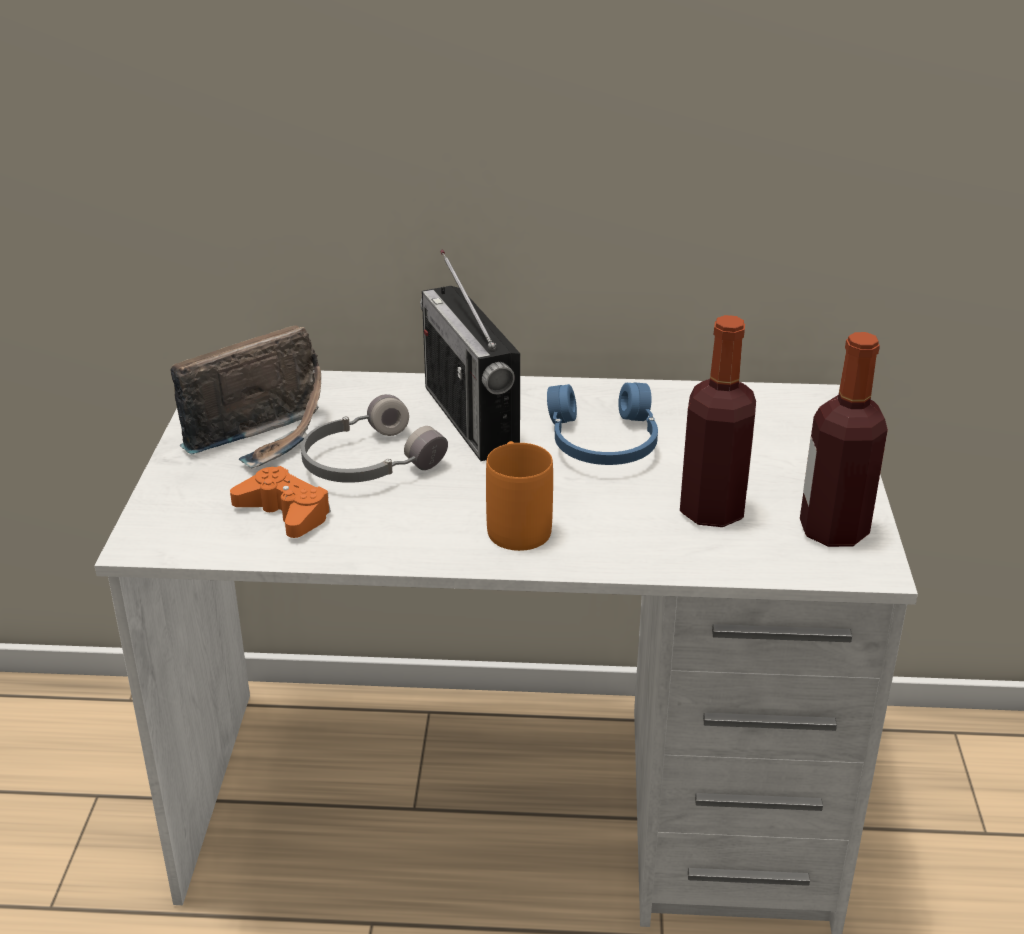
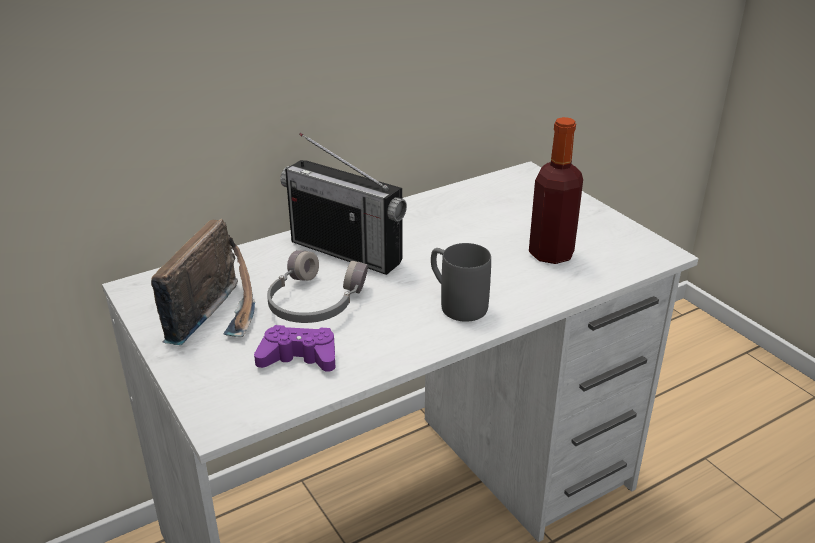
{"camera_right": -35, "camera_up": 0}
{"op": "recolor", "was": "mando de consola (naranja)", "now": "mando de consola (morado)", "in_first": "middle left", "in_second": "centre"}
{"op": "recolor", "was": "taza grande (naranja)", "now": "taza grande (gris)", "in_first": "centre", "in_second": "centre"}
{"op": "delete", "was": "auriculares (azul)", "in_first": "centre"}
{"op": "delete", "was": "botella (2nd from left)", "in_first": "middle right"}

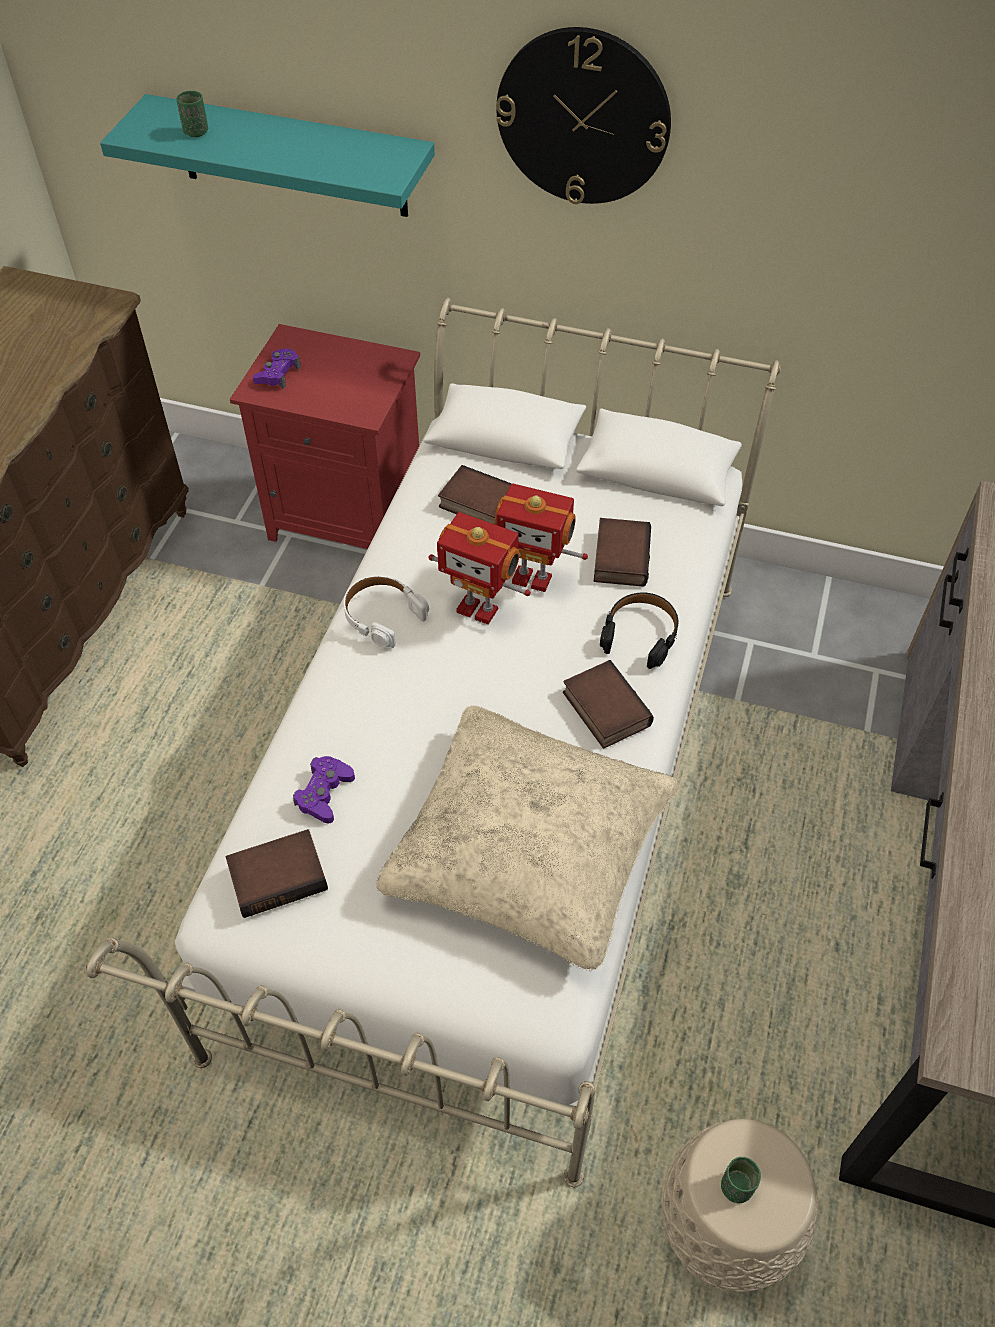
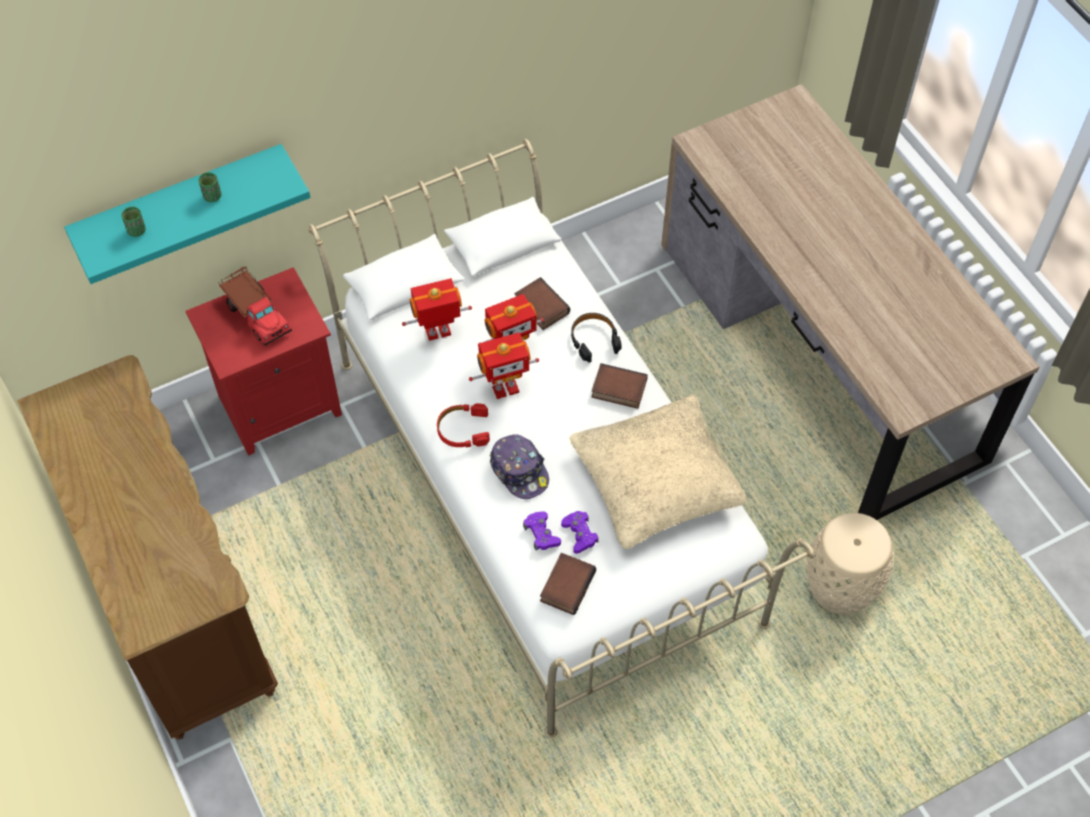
{"camera_right": -45, "camera_up": 5}
{"op": "move", "was": "taza (verde) (2nd from left)", "in_first": "bottom right", "in_second": "top left"}
{"op": "insert", "now": "camión de juguete", "in_second": "middle left"}
{"op": "replace", "was": "libro (2nd from left)", "now": "robot de juguete (1st from left)", "in_first": "centre", "in_second": "centre"}
{"op": "recolor", "was": "auriculares (blanco)", "now": "auriculares (rojo)", "in_first": "centre", "in_second": "centre"}
{"op": "insert", "now": "gorra", "in_second": "centre"}
{"op": "move", "was": "mando de consola (morado) (1st from left in the first image)", "now": "mando de consola (morado) (2nd from left)", "in_first": "top left", "in_second": "centre"}
{"op": "delete", "was": "reloj de pared", "in_first": "top centre"}

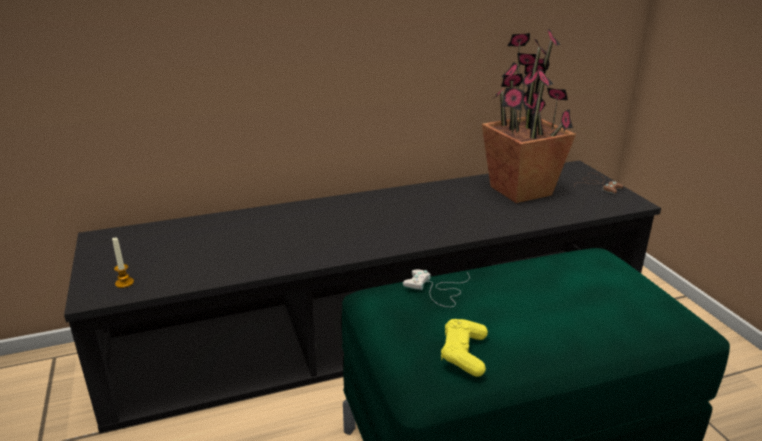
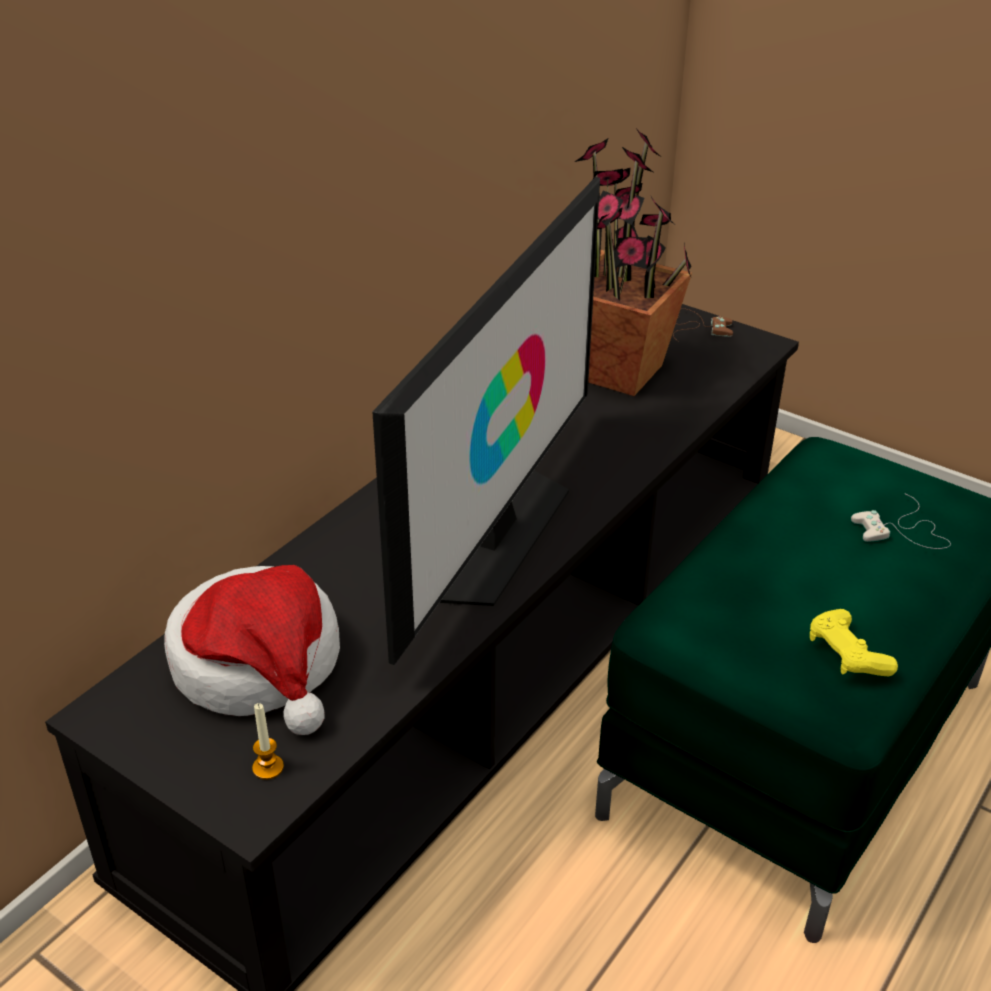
{"camera_right": -35, "camera_up": 10}
{"op": "insert", "now": "sombrero", "in_second": "middle left"}
{"op": "insert", "now": "televisor", "in_second": "centre"}
{"op": "move", "was": "mando de consola (blanco)", "in_first": "centre", "in_second": "middle right"}

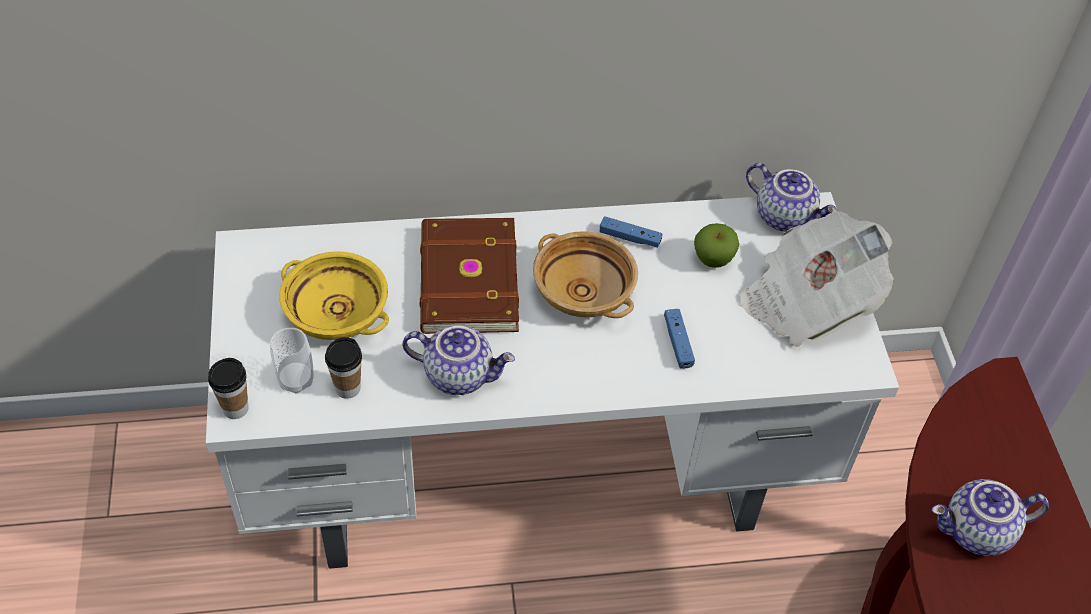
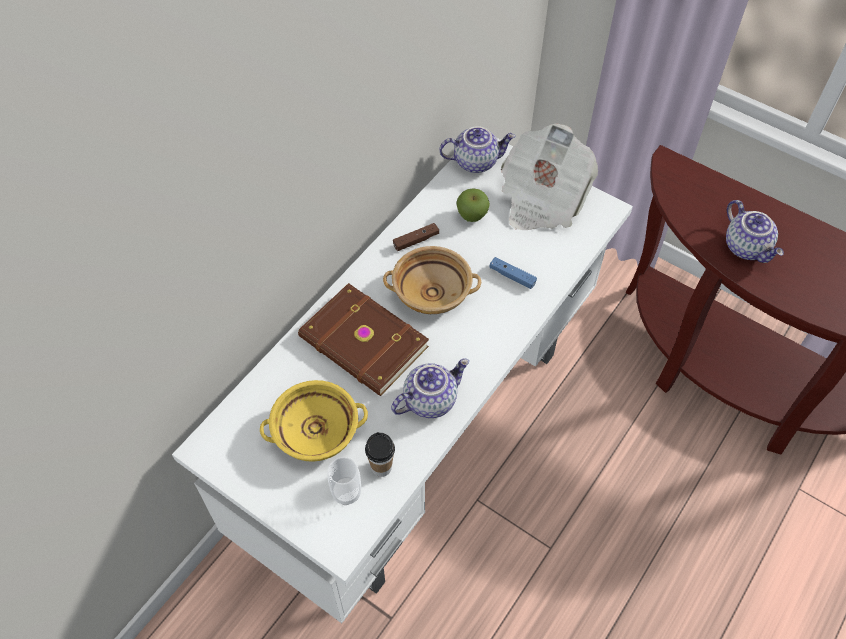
{"camera_right": -45, "camera_up": 5}
{"op": "recolor", "was": "mando de consola (azul) (1st from left)", "now": "mando de consola (marrón)", "in_first": "centre", "in_second": "centre"}
{"op": "rotate", "was": "tetera (3rd from left)", "in_first": "bottom right", "in_second": "middle right", "clockwise": -60}
{"op": "delete", "was": "taza (1st from left)", "in_first": "middle left"}

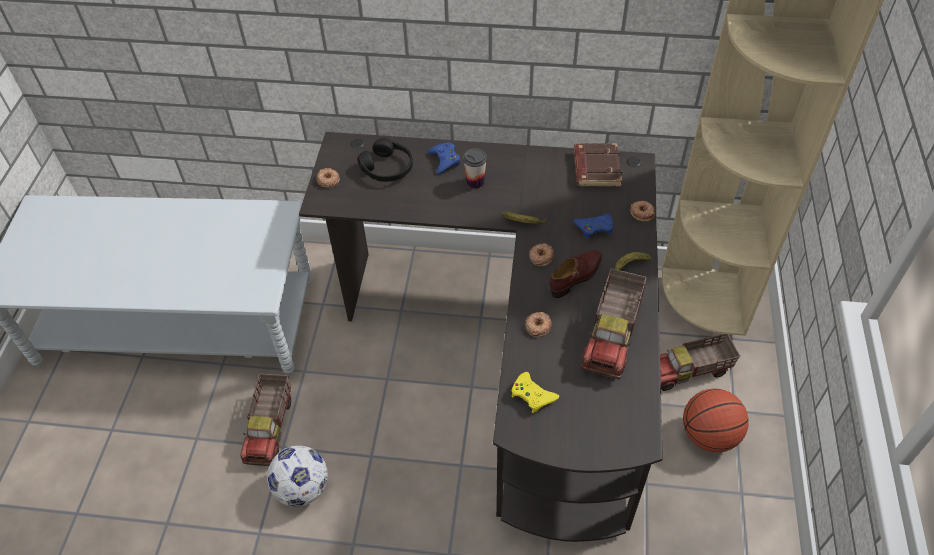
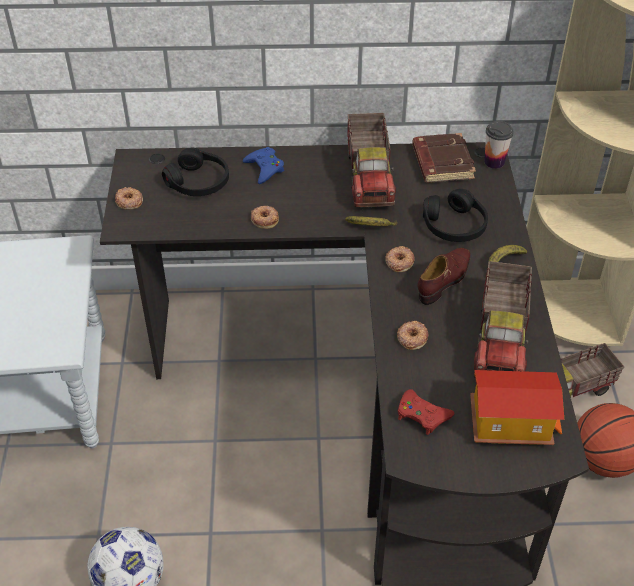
{"camera_right": -10, "camera_up": -5}
{"op": "move", "was": "rosquilla (4th from left in the first image)", "now": "rosquilla (2nd from left)", "in_first": "middle right", "in_second": "centre"}
{"op": "move", "was": "camión de juguete (1st from left)", "in_first": "bottom left", "in_second": "top centre"}
{"op": "recolor", "was": "mando de consola (amarillo)", "now": "mando de consola (rojo)", "in_first": "bottom centre", "in_second": "bottom right"}
{"op": "replace", "was": "mando de consola (azul) (2nd from left)", "now": "auriculares (negro) (2nd from left)", "in_first": "centre", "in_second": "middle right"}
{"op": "insert", "now": "casita", "in_second": "bottom right"}
{"op": "move", "was": "taza", "in_first": "top centre", "in_second": "top right"}

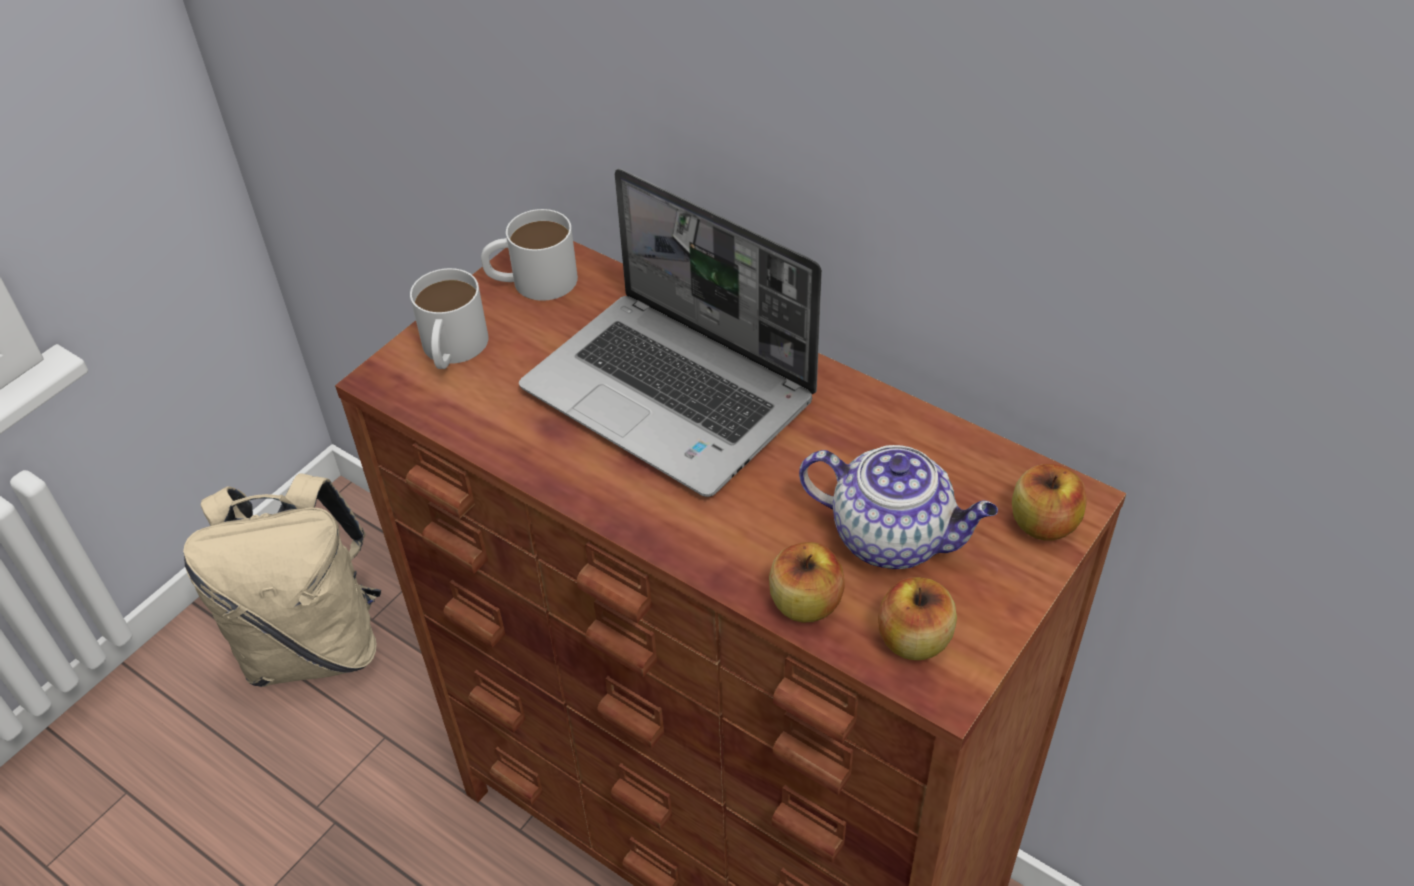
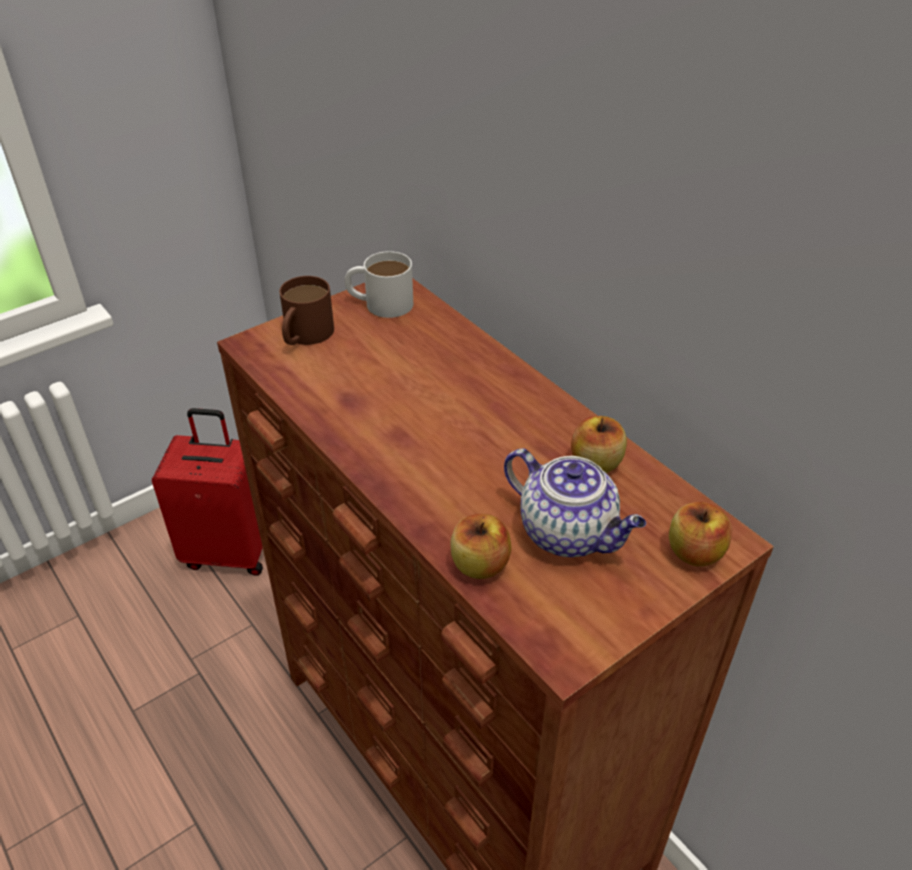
{"camera_right": 15, "camera_up": -5}
{"op": "replace", "was": "mochila (beis)", "now": "maleta (rojo)", "in_first": "middle left", "in_second": "middle left"}
{"op": "recolor", "was": "taza grande (blanco) (1st from left)", "now": "taza grande (marrón)", "in_first": "middle left", "in_second": "centre"}
{"op": "move", "was": "manzana (2nd from left)", "in_first": "bottom centre", "in_second": "centre"}
{"op": "delete", "was": "portátil", "in_first": "centre"}

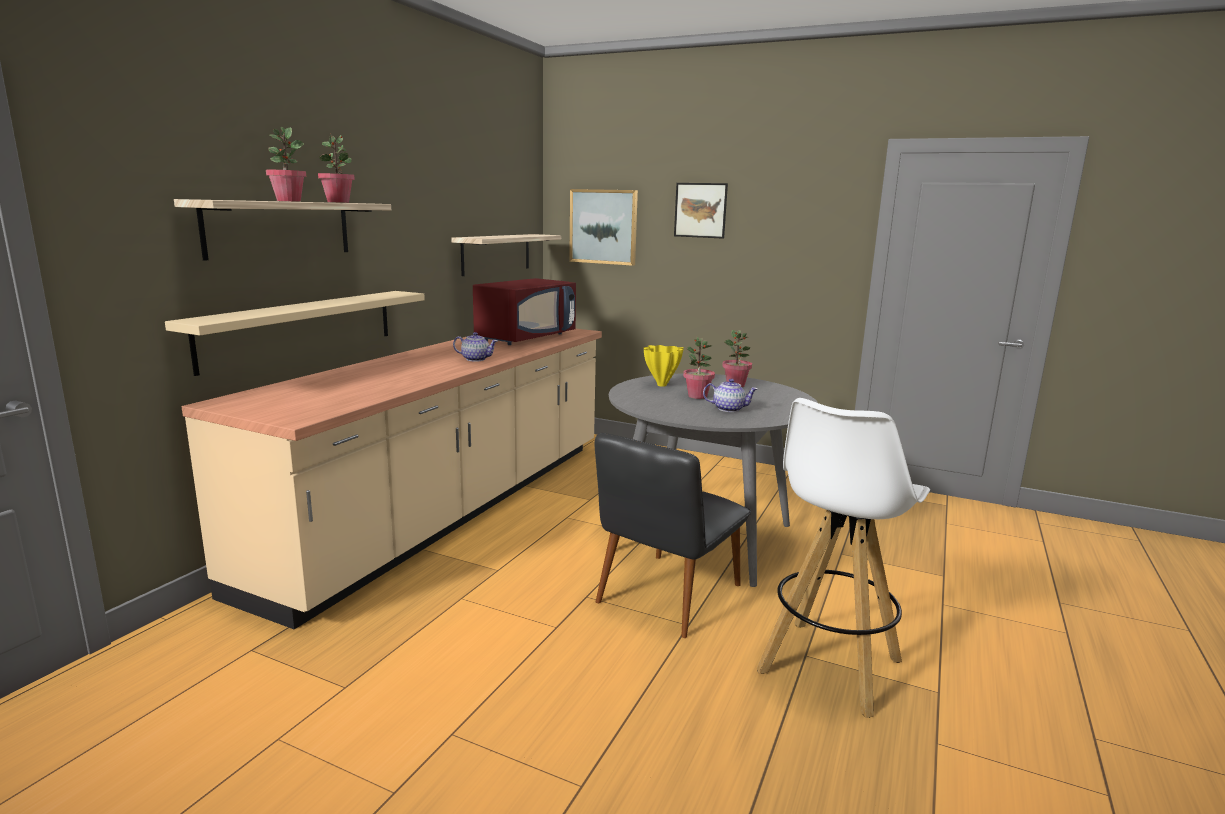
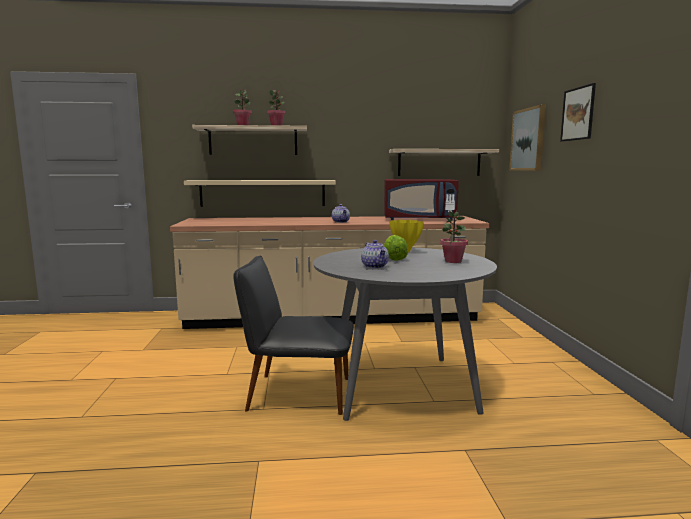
{"camera_right": 60, "camera_up": -5}
{"op": "replace", "was": "planta en maceta (3rd from left)", "now": "lechuga", "in_first": "centre", "in_second": "centre"}
{"op": "delete", "was": "taburete (blanco)", "in_first": "bottom right"}

